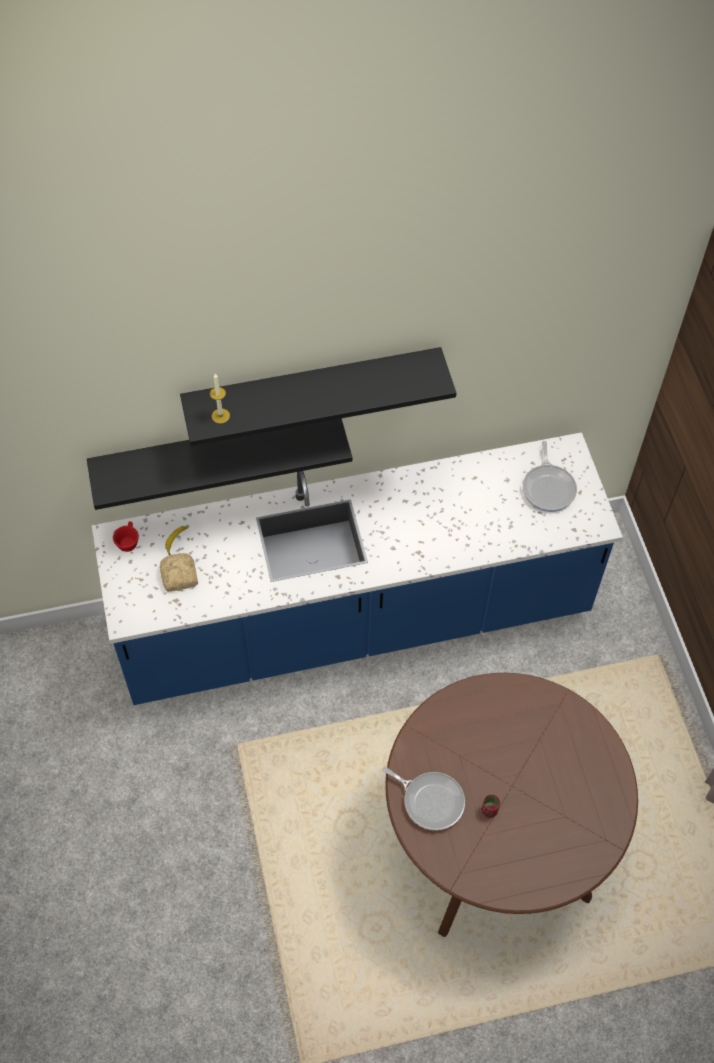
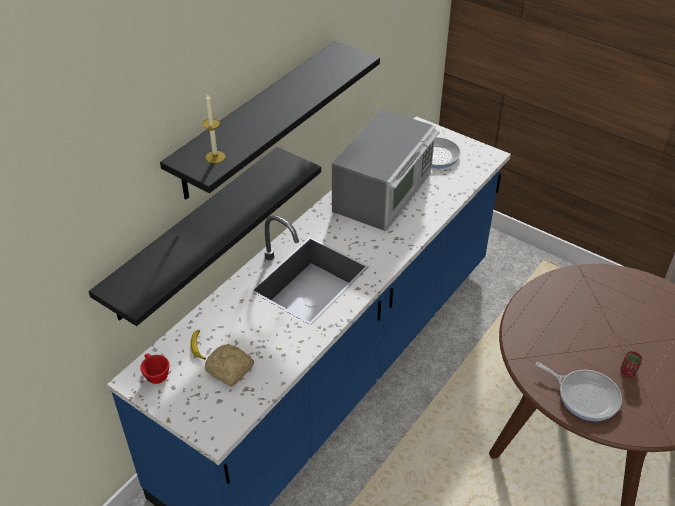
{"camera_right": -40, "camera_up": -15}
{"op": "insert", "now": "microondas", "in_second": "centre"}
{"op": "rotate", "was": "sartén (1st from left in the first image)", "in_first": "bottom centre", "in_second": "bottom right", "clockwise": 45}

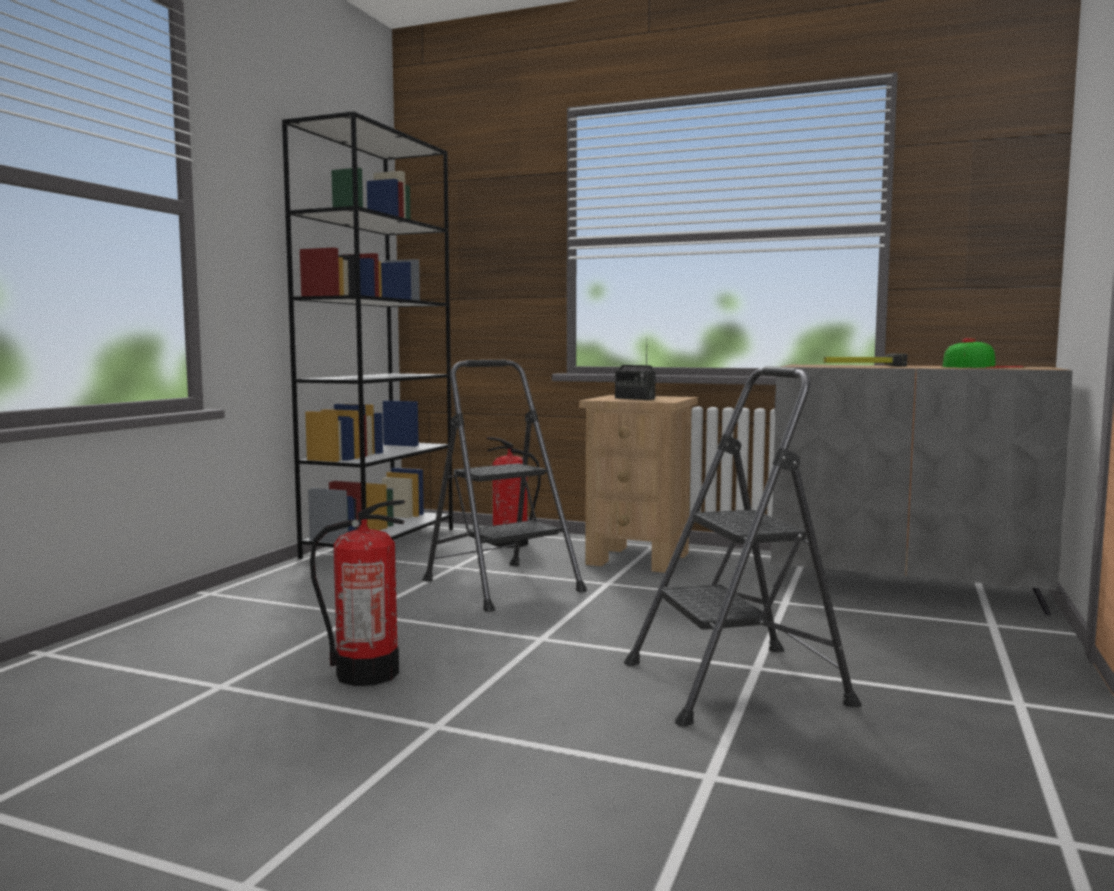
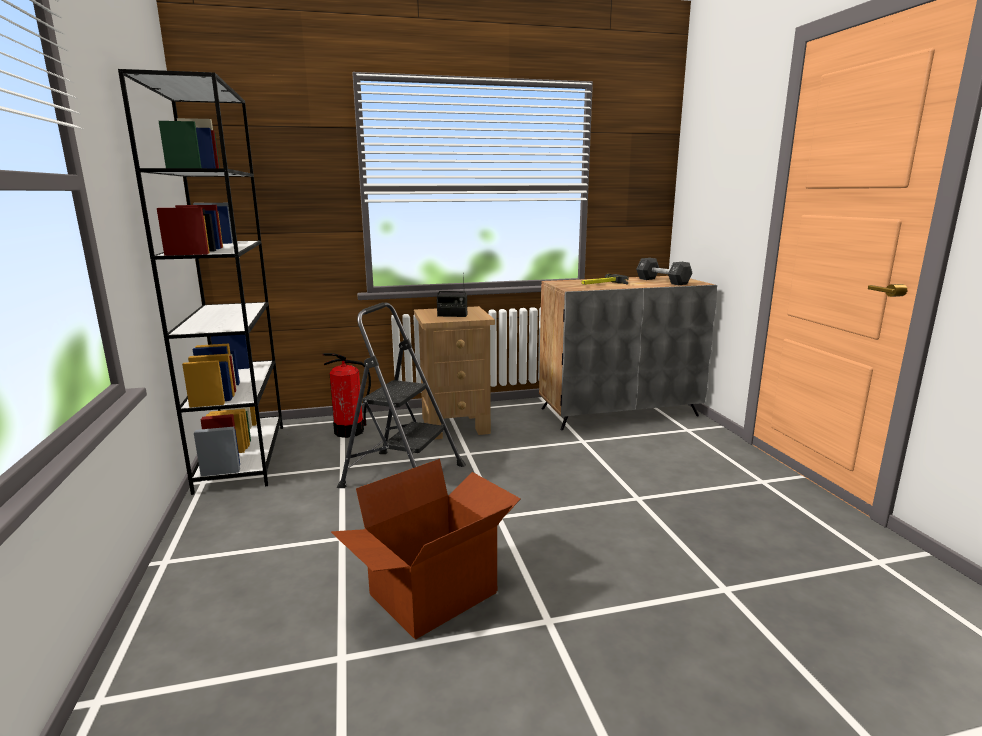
{"camera_right": -35, "camera_up": 10}
{"op": "replace", "was": "extintor (1st from left)", "now": "caja de cartón", "in_first": "middle left", "in_second": "bottom centre"}
{"op": "replace", "was": "gorra", "now": "mancuerna (negro)", "in_first": "middle right", "in_second": "middle right"}
{"op": "delete", "was": "escalera de tijera (negro) (2nd from left)", "in_first": "middle right"}

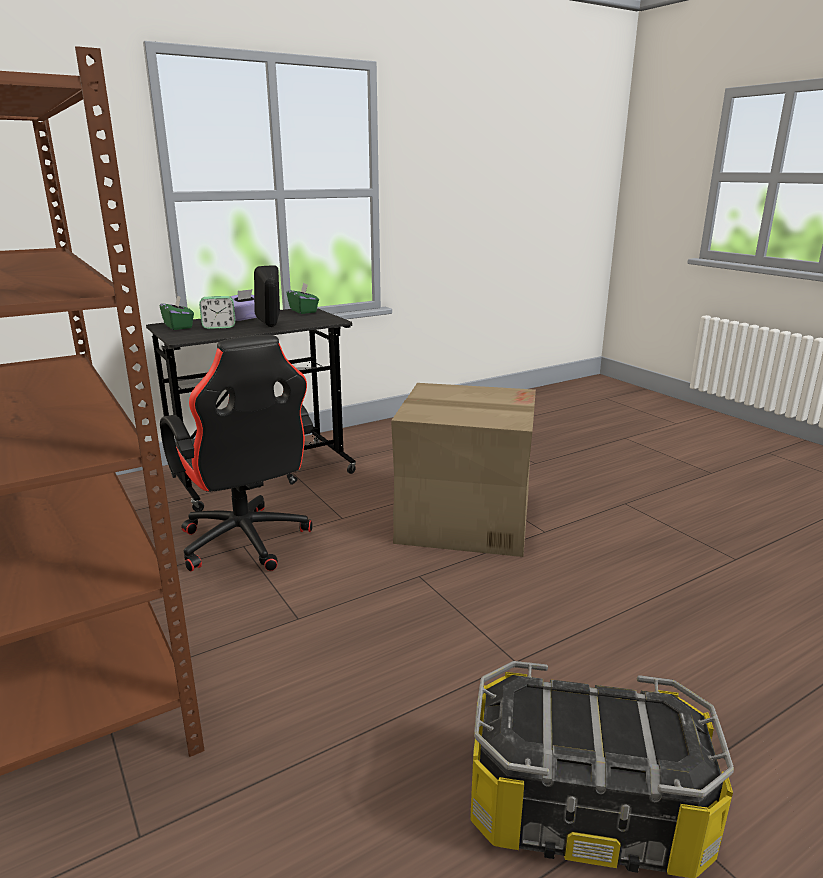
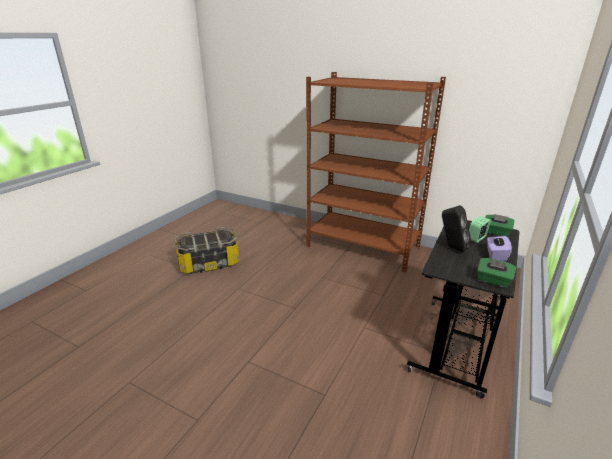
{"camera_right": 150, "camera_up": 5}
{"op": "delete", "was": "silla de oficina (negro)", "in_first": "middle left"}
{"op": "delete", "was": "caja de cartón", "in_first": "centre"}

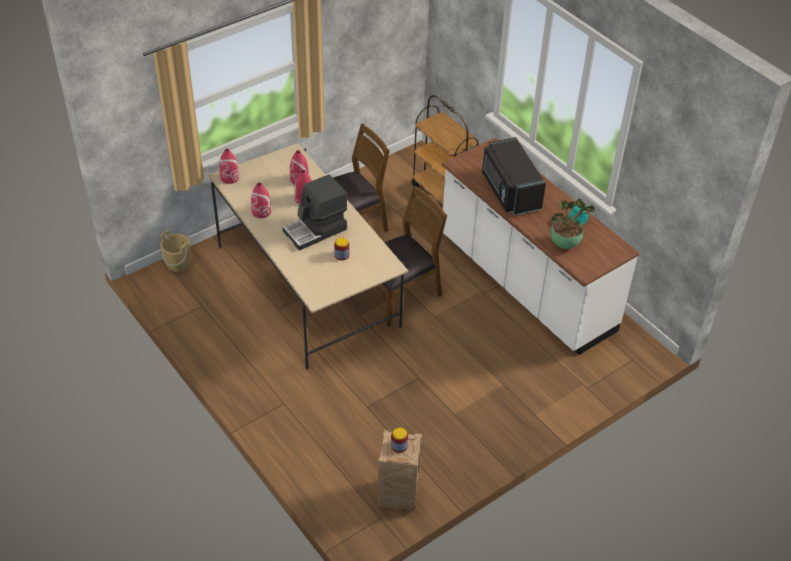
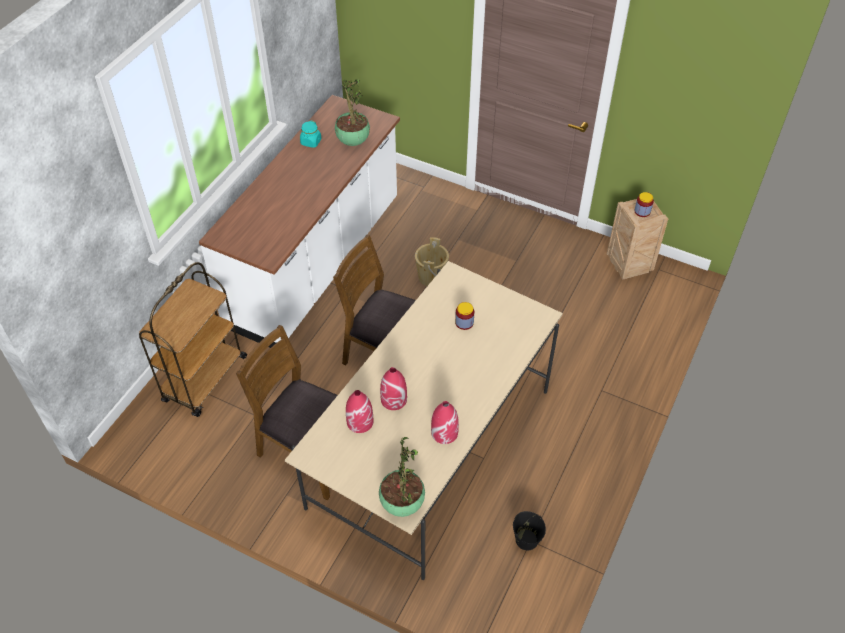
{"camera_right": -115, "camera_up": 5}
{"op": "replace", "was": "florero (rojo) (1st from left)", "now": "planta en maceta (2nd from left)", "in_first": "top left", "in_second": "bottom centre"}
{"op": "move", "was": "cubo (beis)", "in_first": "middle left", "in_second": "centre"}
{"op": "insert", "now": "cubo (negro)", "in_second": "bottom centre"}
{"op": "delete", "was": "cafetera", "in_first": "centre"}
{"op": "delete", "was": "microondas (negro)", "in_first": "top centre"}

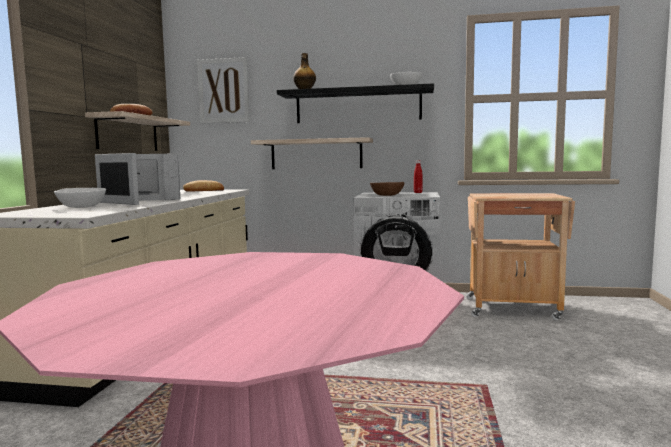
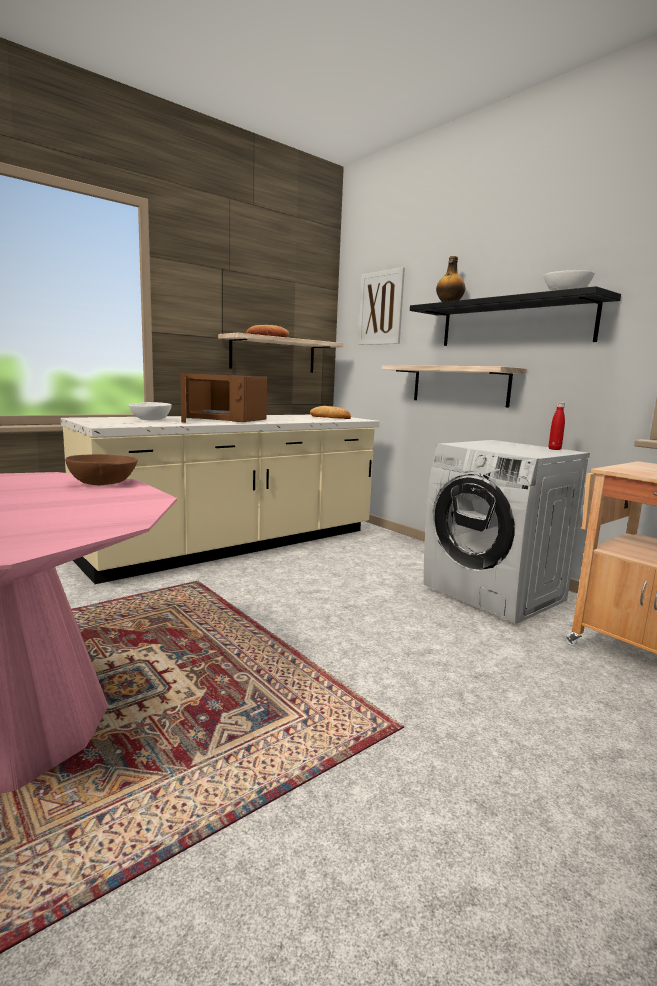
{"camera_right": 40, "camera_up": 5}
{"op": "move", "was": "cuenco (marrón)", "in_first": "centre", "in_second": "middle left"}
{"op": "recolor", "was": "microondas (blanco)", "now": "microondas (marrón)", "in_first": "middle left", "in_second": "centre"}

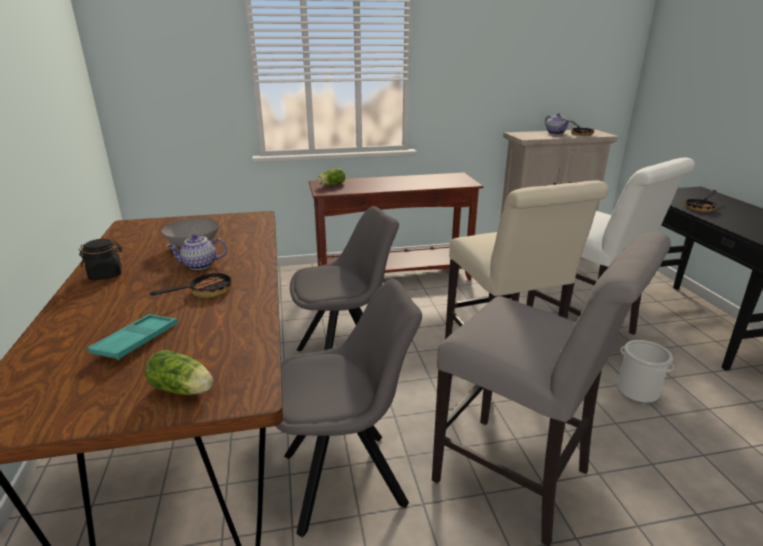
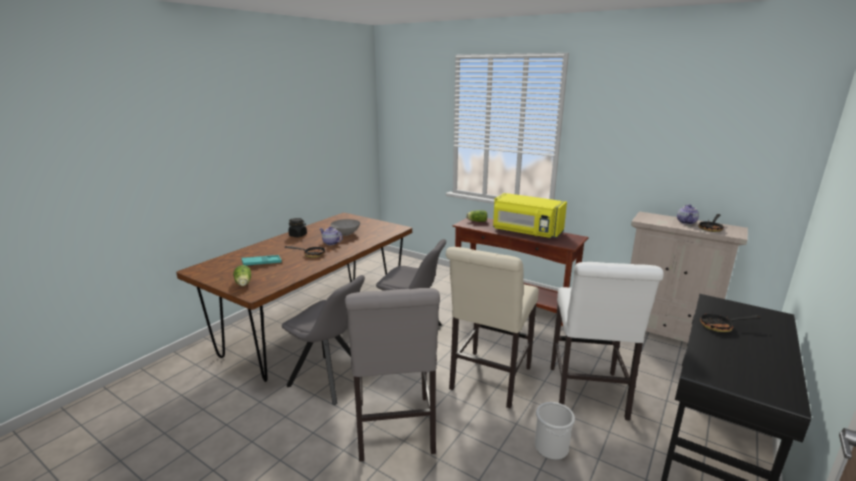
{"camera_right": 45, "camera_up": -5}
{"op": "insert", "now": "microondas (amarillo)", "in_second": "centre"}

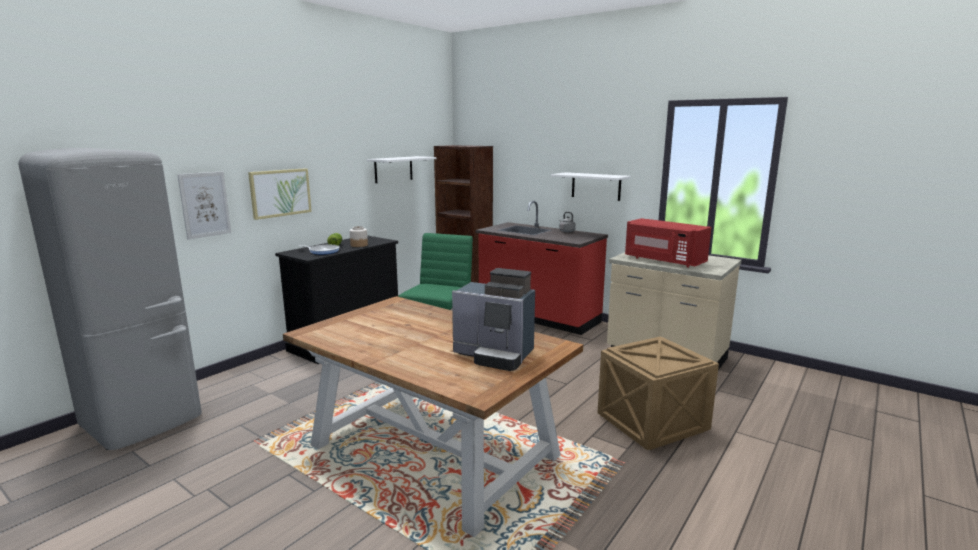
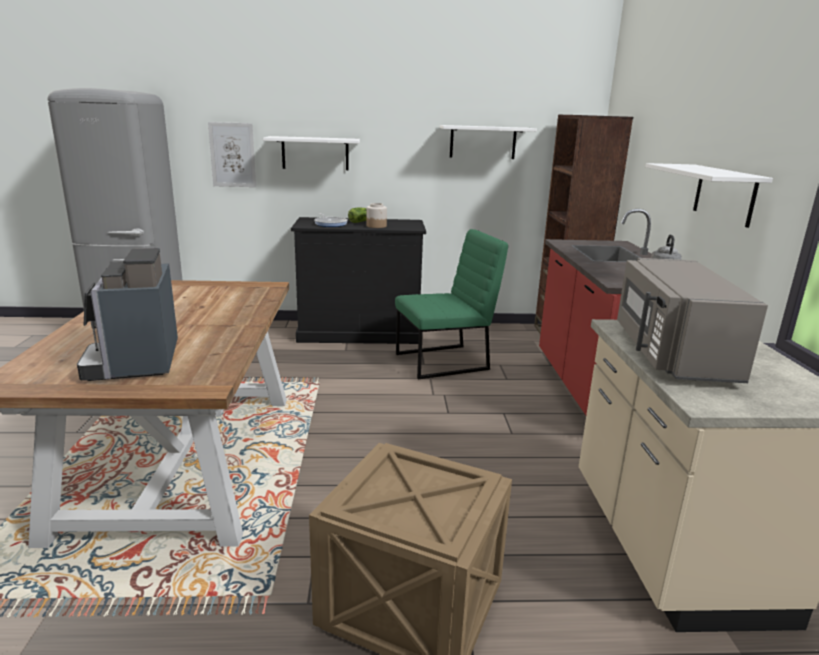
{"camera_right": 50, "camera_up": 5}
{"op": "replace", "was": "cuadro (2nd from left)", "now": "estante (blanco) (1st from left)", "in_first": "middle left", "in_second": "top centre"}
{"op": "recolor", "was": "microondas (rojo)", "now": "microondas (gris)", "in_first": "middle right", "in_second": "middle right"}

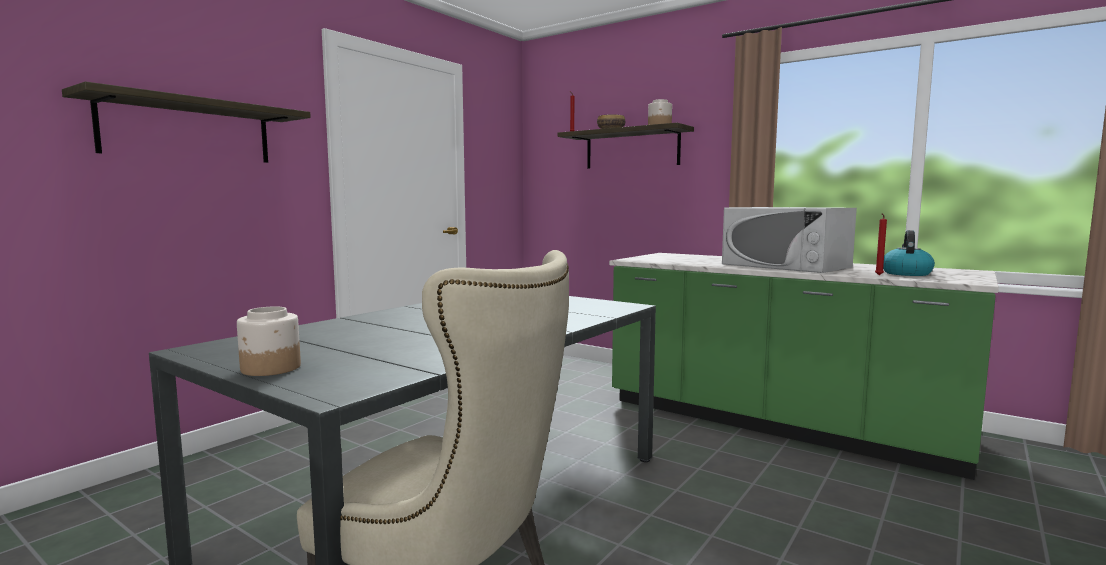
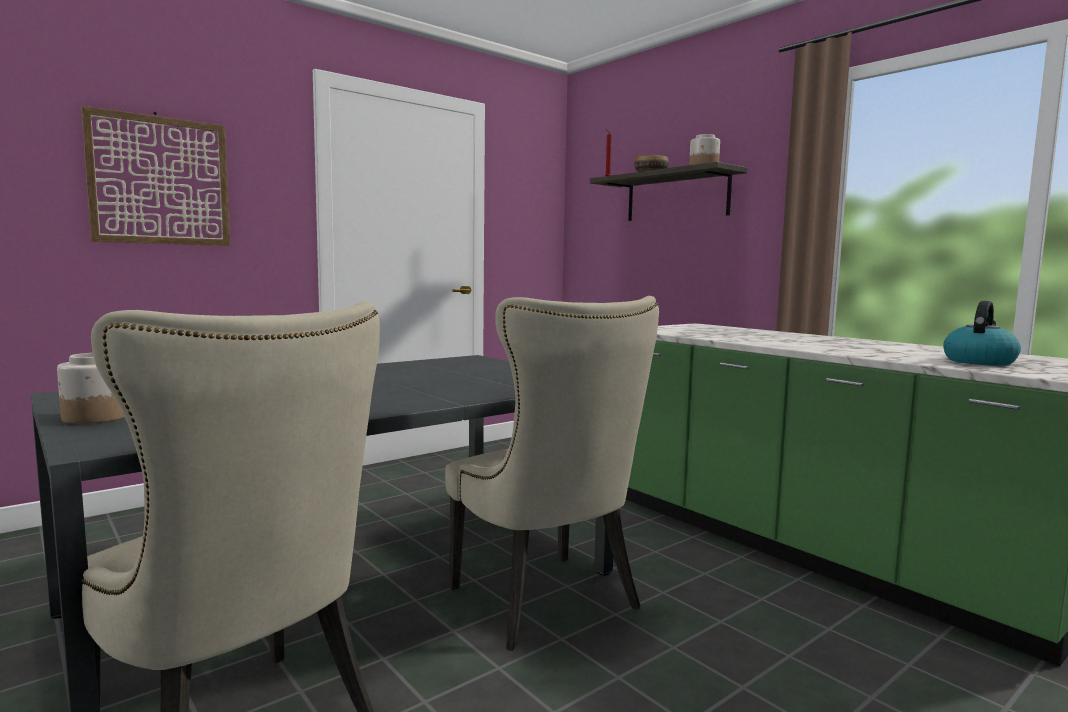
{"camera_right": 15, "camera_up": 0}
{"op": "replace", "was": "estante (1st from left)", "now": "cuadro", "in_first": "top left", "in_second": "top left"}
{"op": "insert", "now": "silla (beis) (2nd from left)", "in_second": "centre"}
{"op": "delete", "was": "microondas (blanco)", "in_first": "middle right"}
{"op": "delete", "was": "vela (rojo) (2nd from left)", "in_first": "middle right"}

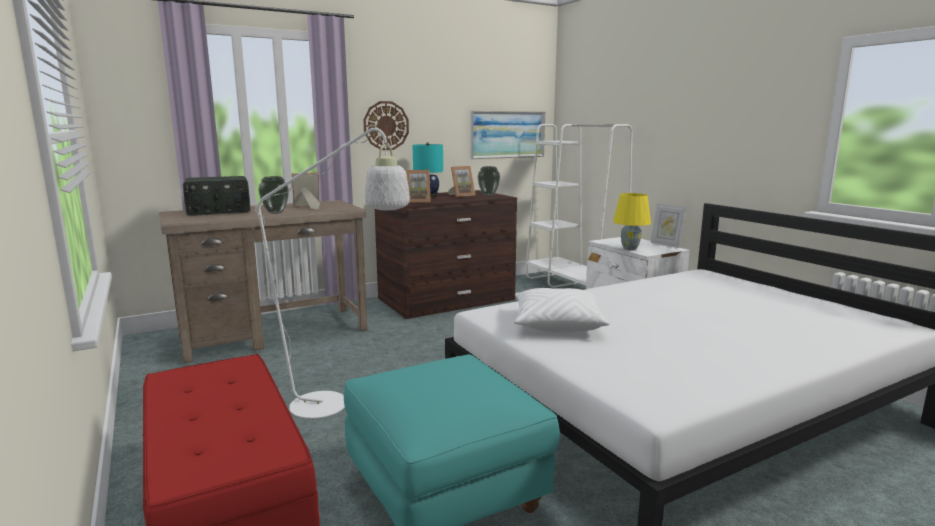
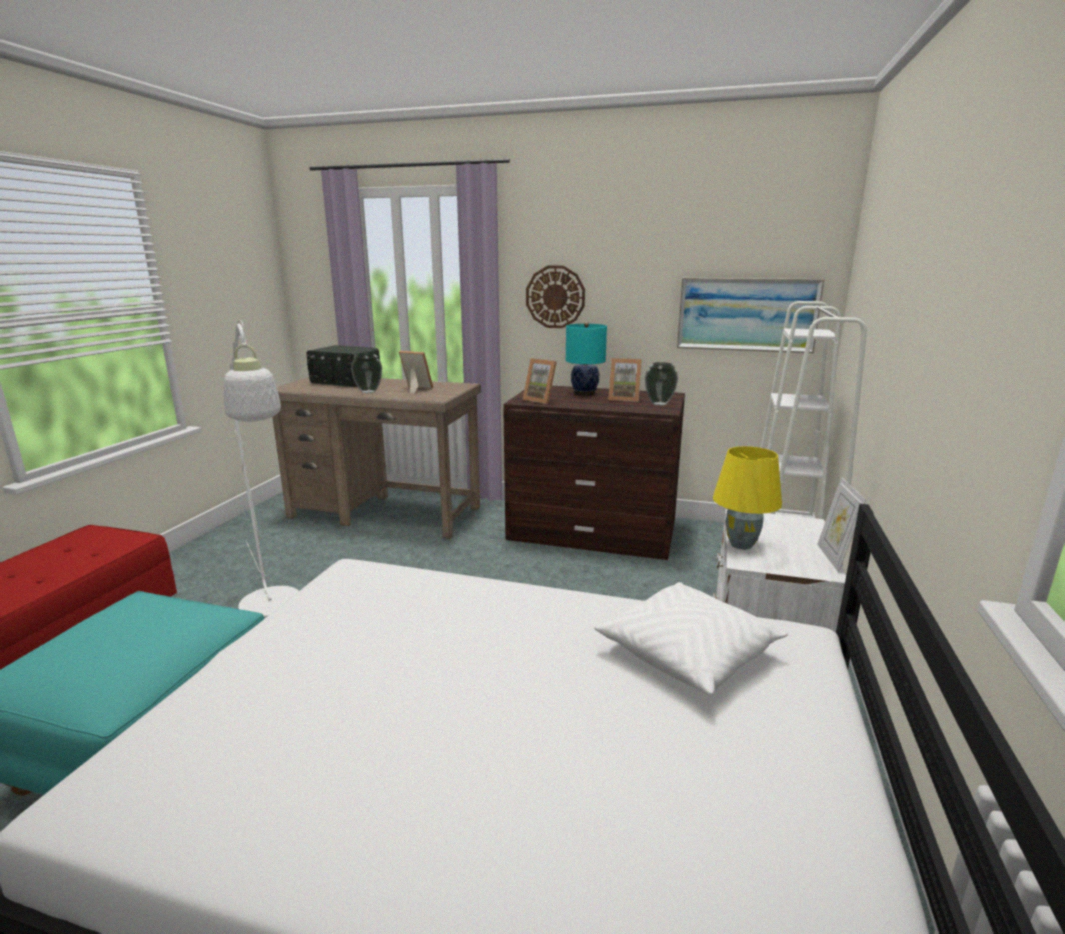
{"camera_right": 45, "camera_up": 5}
{"op": "move", "was": "cojín (blanco)", "in_first": "centre", "in_second": "bottom centre"}

